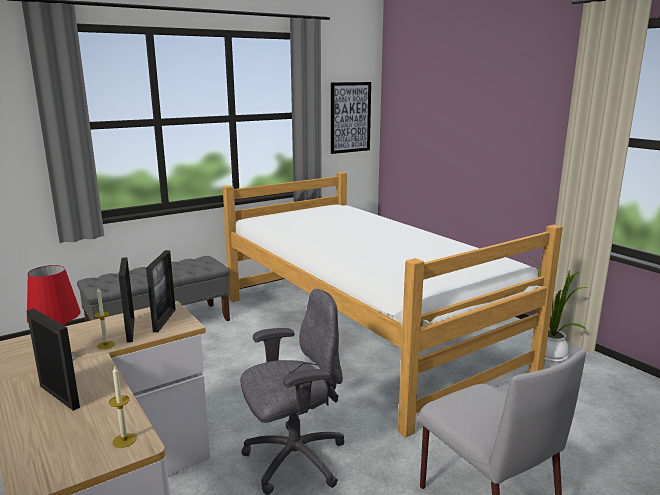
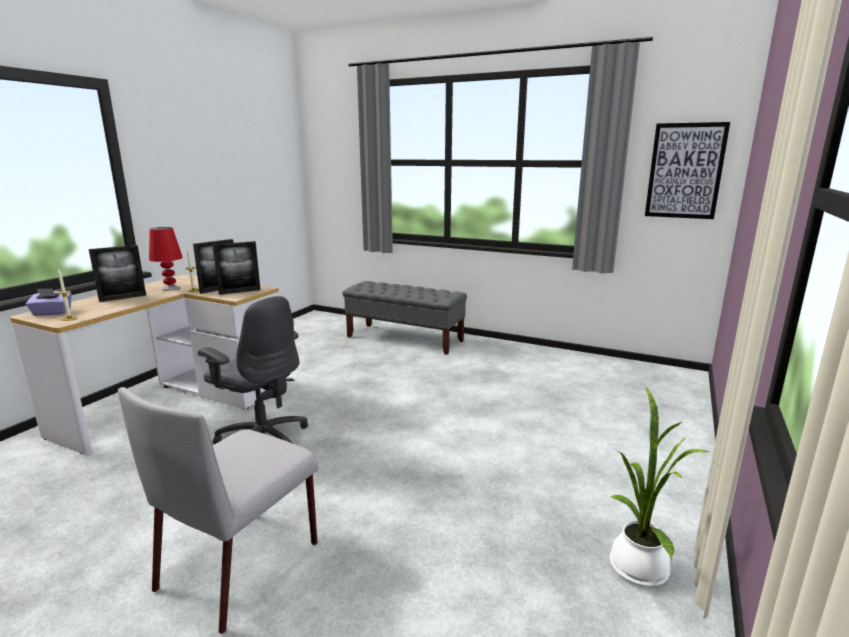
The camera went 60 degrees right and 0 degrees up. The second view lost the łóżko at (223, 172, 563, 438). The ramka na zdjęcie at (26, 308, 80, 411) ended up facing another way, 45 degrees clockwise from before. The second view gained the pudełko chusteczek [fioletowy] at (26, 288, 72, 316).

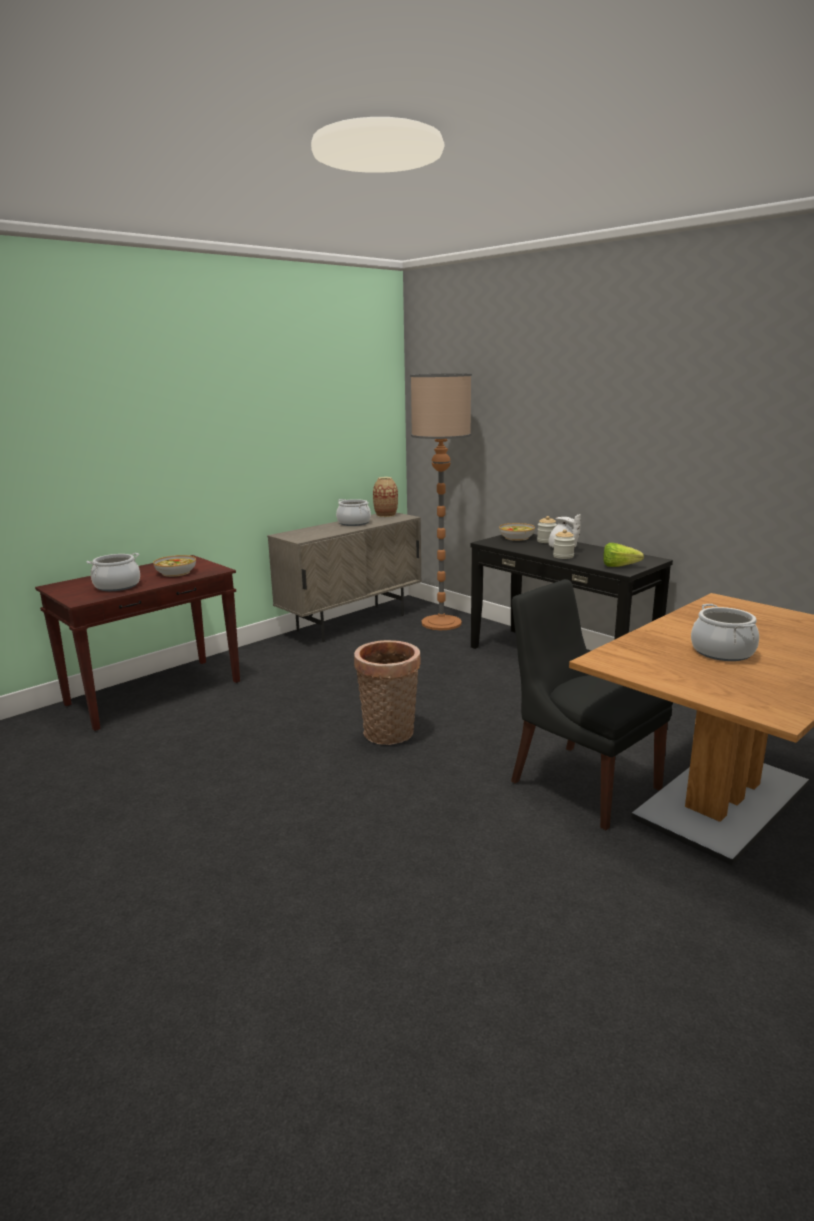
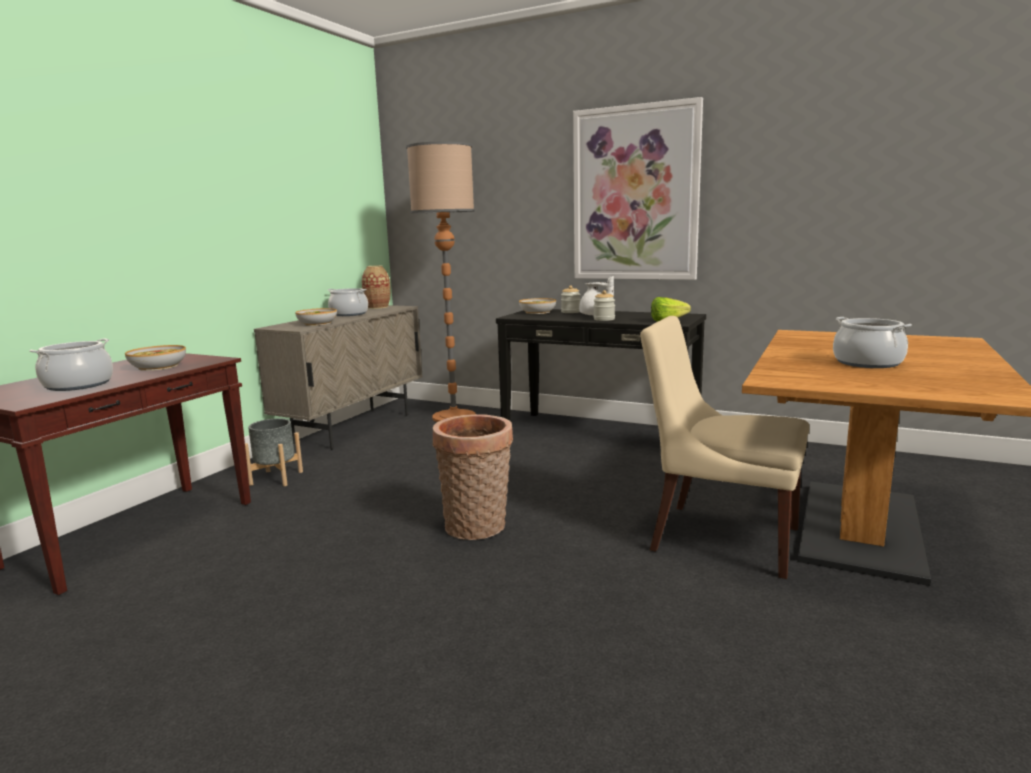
The camera went 20 degrees left and 5 degrees down. What was the krzesło [czarny] at (511, 579, 673, 830) turned into the krzesło [beżowy] at (640, 316, 809, 579). The second view gained the obraz at (573, 97, 703, 280). The second view gained the miska at (295, 308, 337, 326). The second view gained the donica [szary] at (245, 418, 303, 486).

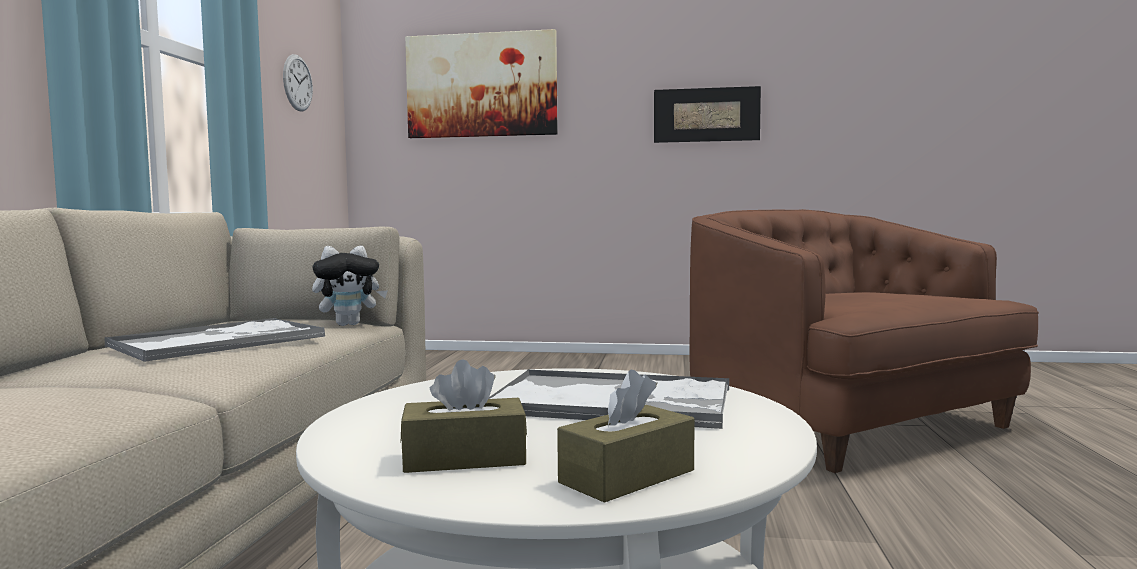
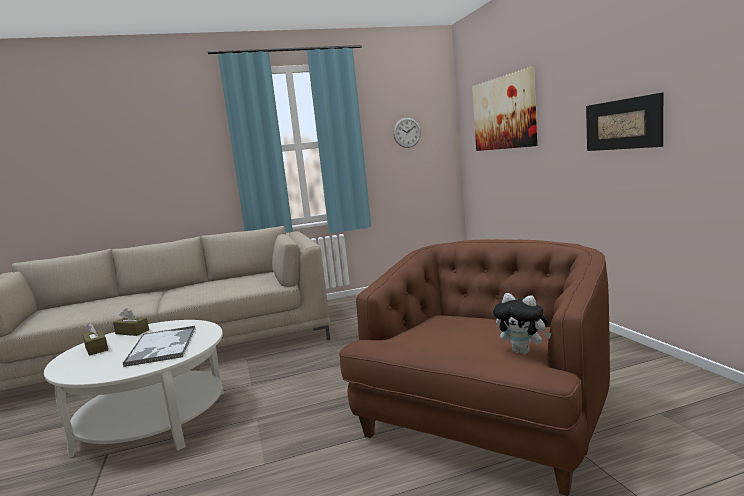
The camera went 65 degrees right and 5 degrees up. The pluszak ended up elsewhere, having gone from (312, 246, 388, 326) to (493, 293, 551, 354). The second view lost the taca at (105, 318, 325, 362). The pudełko chusteczek [brązowy] ended up elsewhere, having gone from (557, 370, 695, 503) to (113, 308, 149, 336).

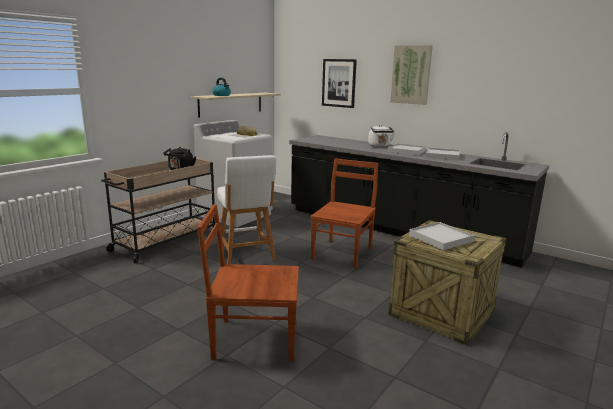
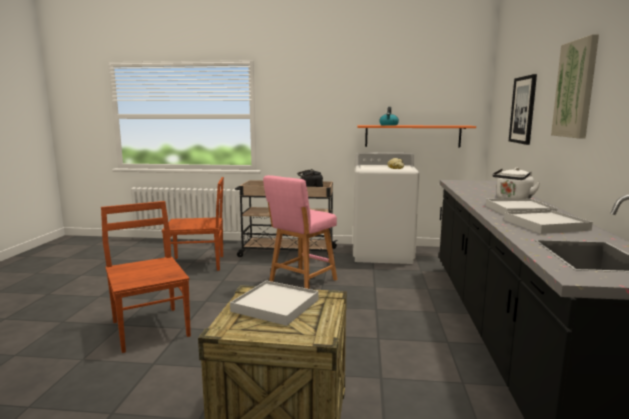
The camera went 60 degrees right and 5 degrees down. What was the półka [beżowy] at (191, 93, 281, 117) turned into the półka [pomarańczowy] at (357, 125, 476, 147). What was the stołek [biały] at (217, 155, 276, 264) turned into the stołek [różowy] at (263, 175, 337, 289). The krzesło [brązowy] ended up elsewhere, having gone from (310, 158, 378, 268) to (162, 177, 224, 271).

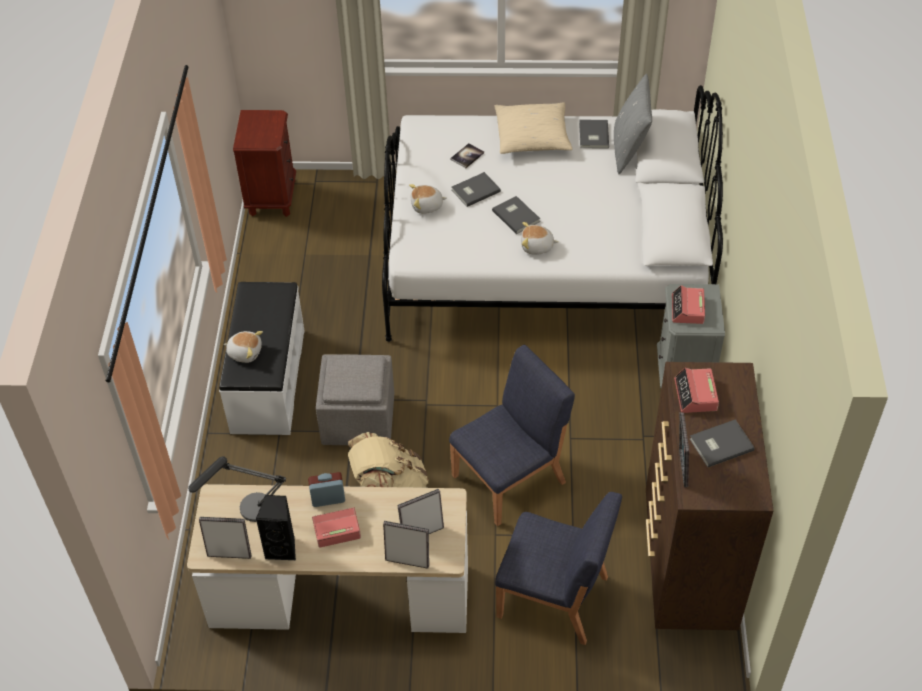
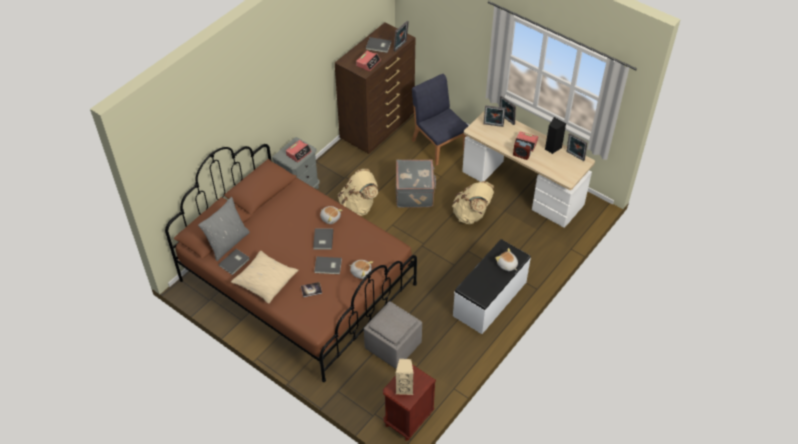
The camera went 145 degrees left and 0 degrees up. What was the łóżko [biały] at (382, 85, 723, 342) turned into the łóżko [brązowy] at (165, 144, 417, 382). Where the krzesło [niebieski] stood at (449, 344, 575, 526), the walizka [szary] came to stand at (396, 160, 436, 208). The pufa [szary] ended up elsewhere, having gone from (316, 354, 394, 445) to (364, 302, 422, 369). The second view lost the lampa stołowa at (188, 456, 286, 522). The second view gained the plecak [beżowy] at (338, 169, 378, 216). The second view gained the głośnik [beżowy] at (396, 359, 414, 395).

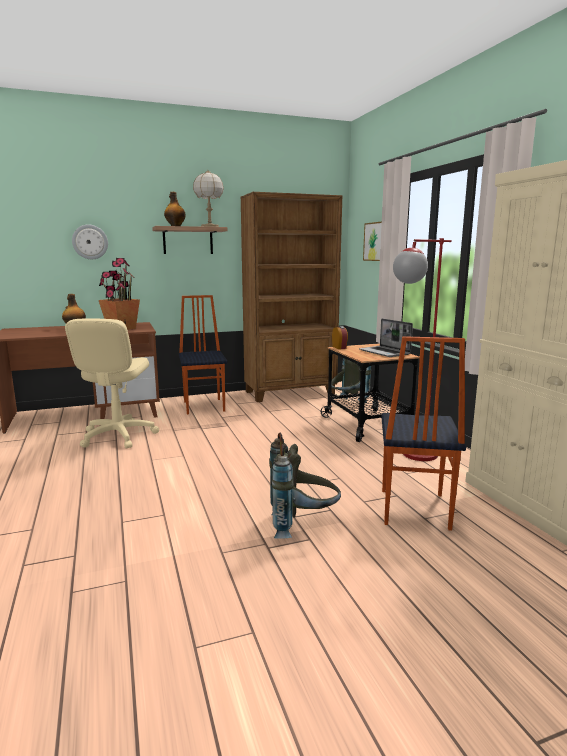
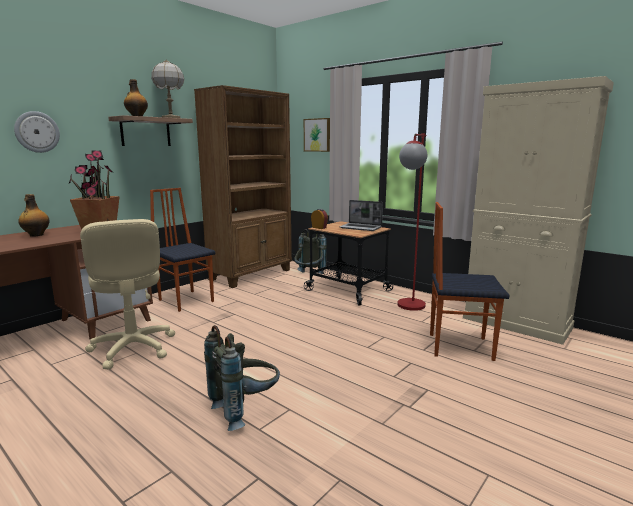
The camera went 30 degrees left and 0 degrees up. The krzesło at (381, 336, 466, 531) ended up facing another way, 120 degrees clockwise from before. The plecak [szary] ended up elsewhere, having gone from (269, 433, 341, 539) to (204, 325, 280, 431).

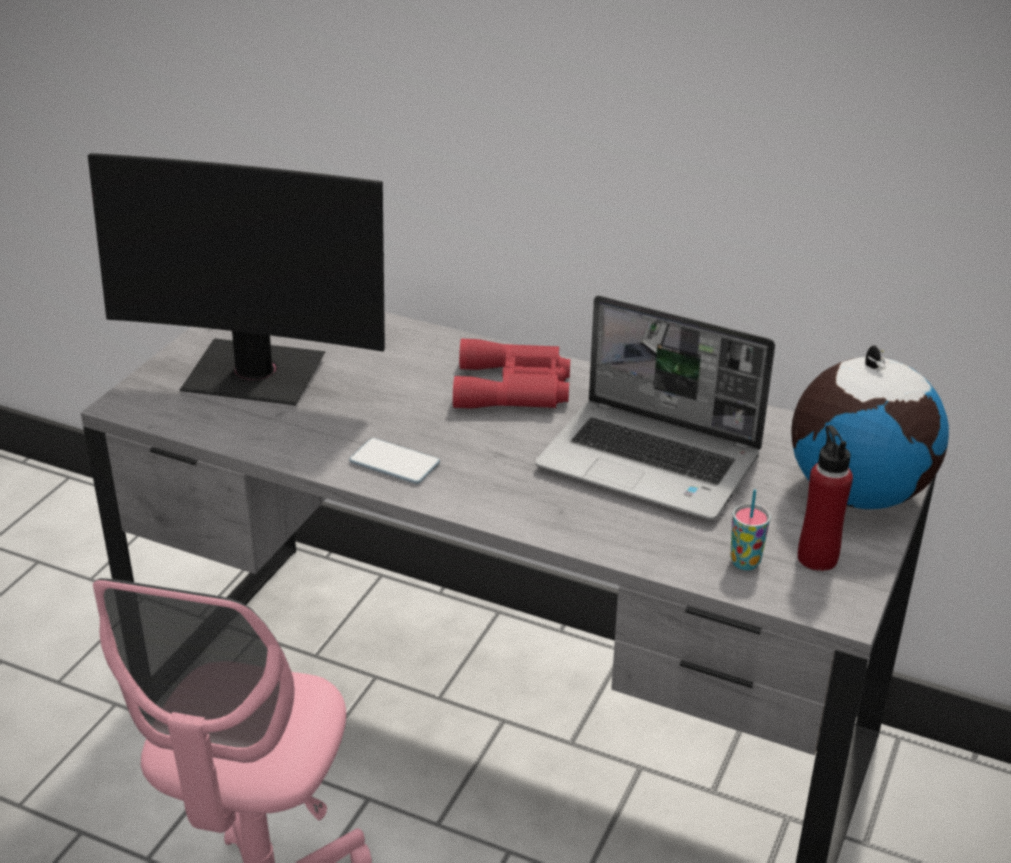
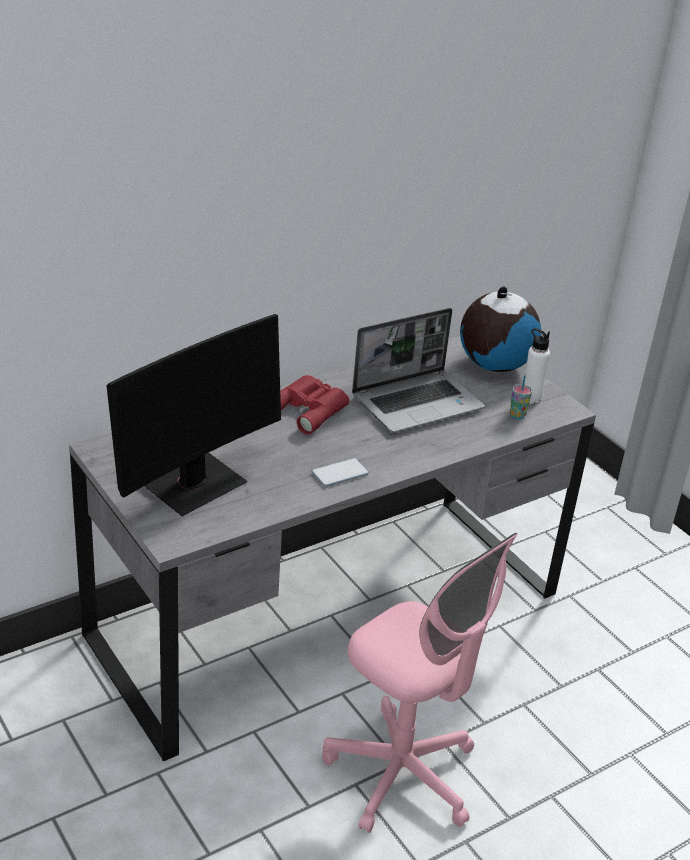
The camera went 60 degrees left and 0 degrees up. What was the butelka [czerwony] at (798, 425, 853, 571) turned into the butelka [biały] at (524, 328, 550, 404).

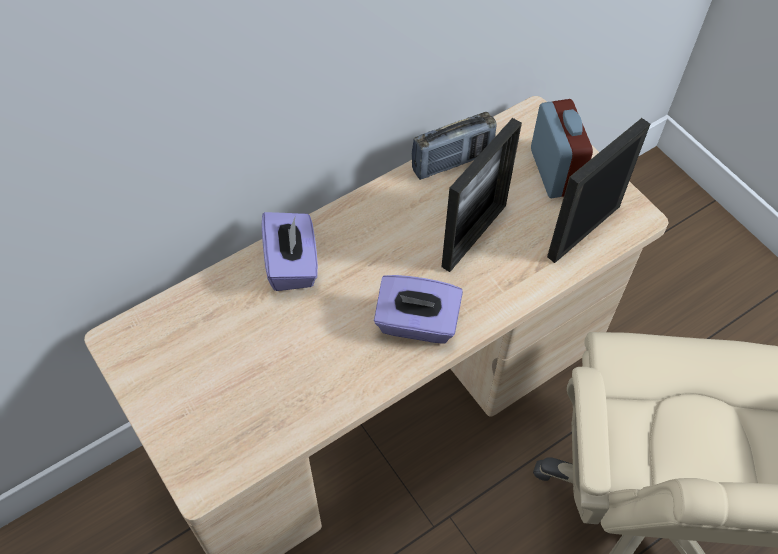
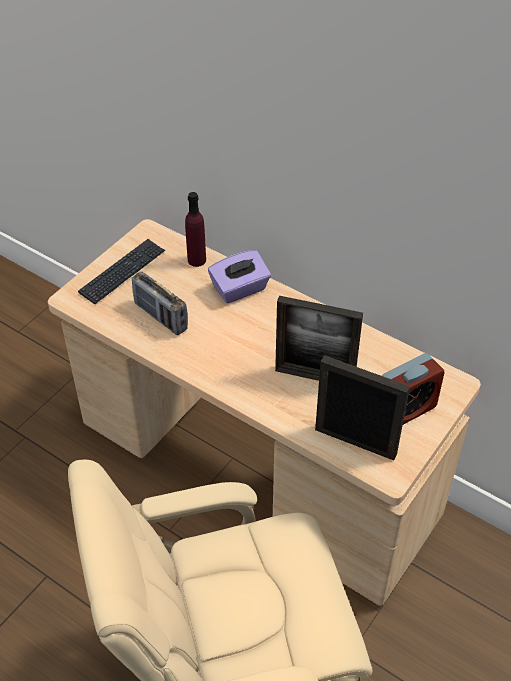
The camera went 70 degrees right and 10 degrees down. The radio ended up elsewhere, having gone from (412, 112, 497, 180) to (132, 272, 188, 335). The second view lost the pudełko chusteczek [fioletowy] at (374, 275, 463, 344). The second view gained the butelka [fioletowy] at (185, 192, 206, 267). The second view gained the klawiatura at (78, 239, 165, 304).

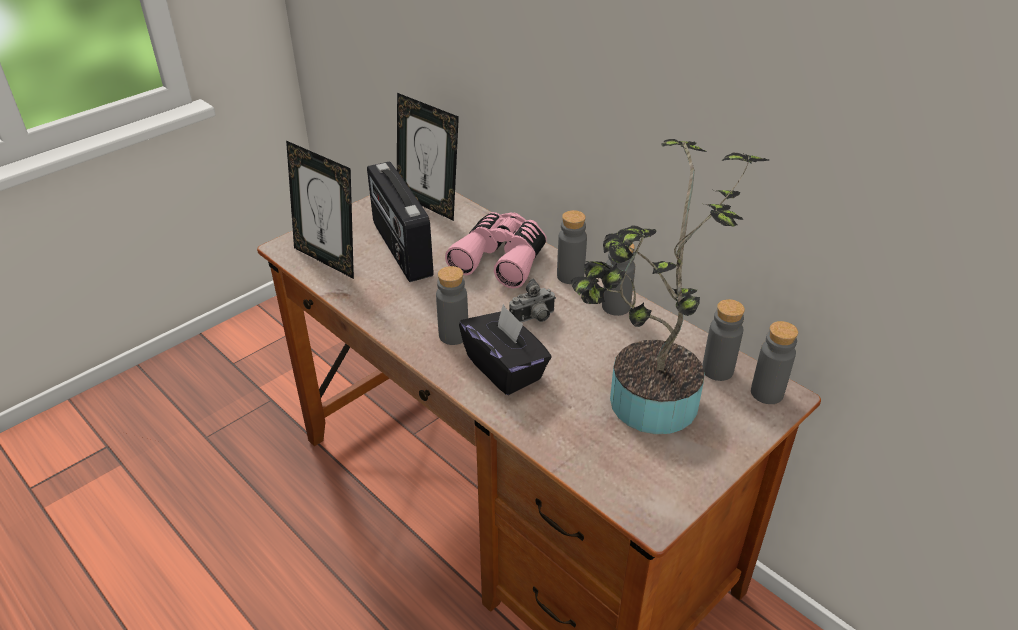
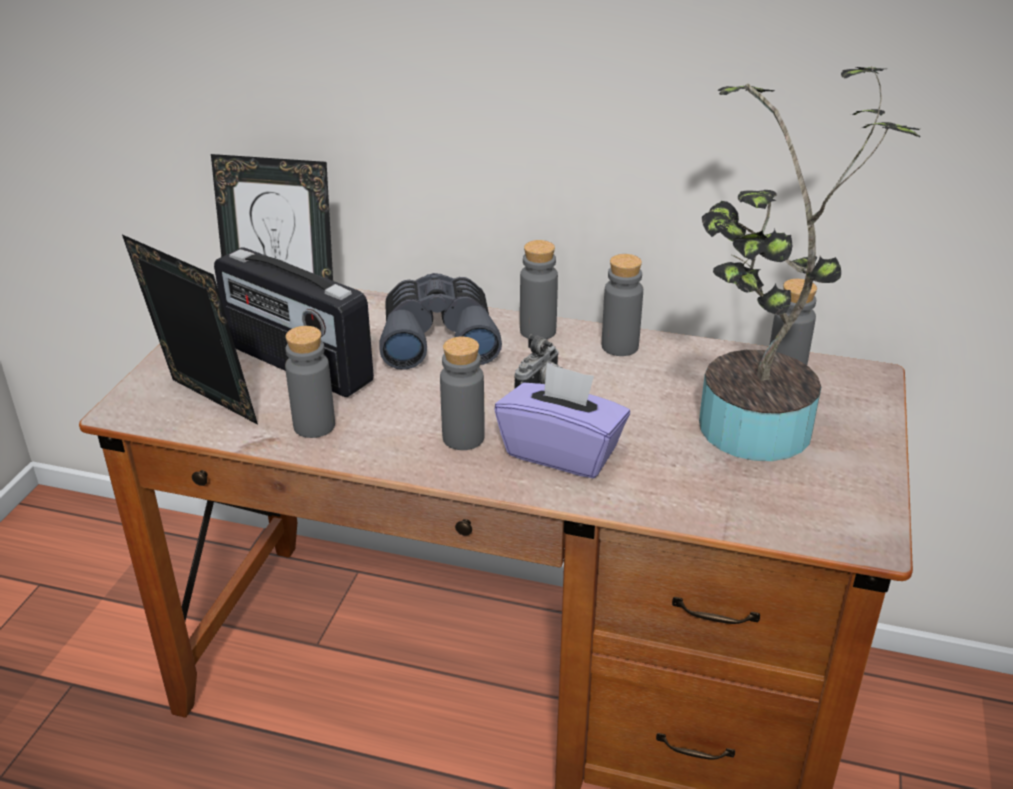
The camera went 30 degrees left and 5 degrees down. The ramka na zdjęcie at (286, 141, 354, 279) ended up facing another way, 150 degrees counterclockwise from before. What was the lornetka [różowy] at (445, 212, 547, 288) turned into the lornetka [szary] at (379, 273, 502, 370). What was the pudełko chusteczek [czarny] at (459, 304, 552, 395) turned into the pudełko chusteczek [fioletowy] at (495, 363, 630, 478). The butelka [szary] ended up elsewhere, having gone from (751, 321, 798, 404) to (285, 326, 335, 438).

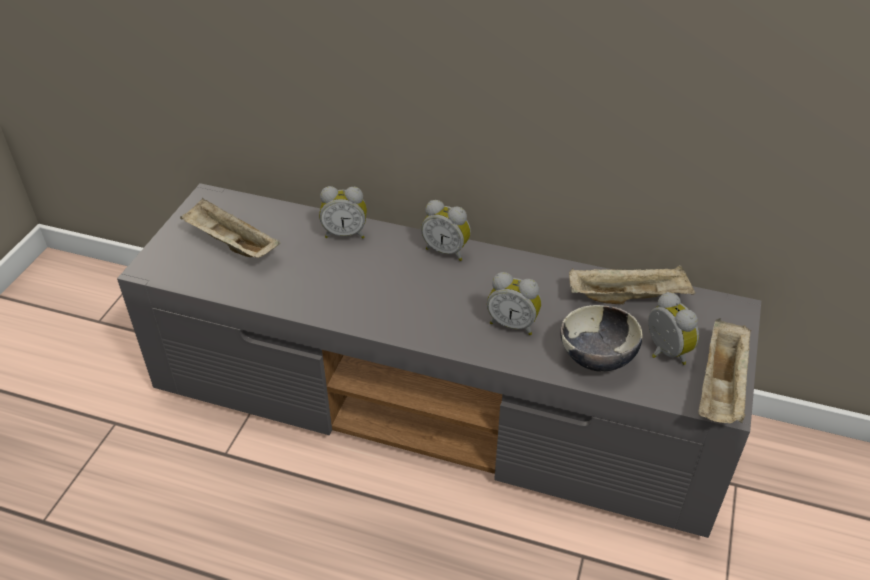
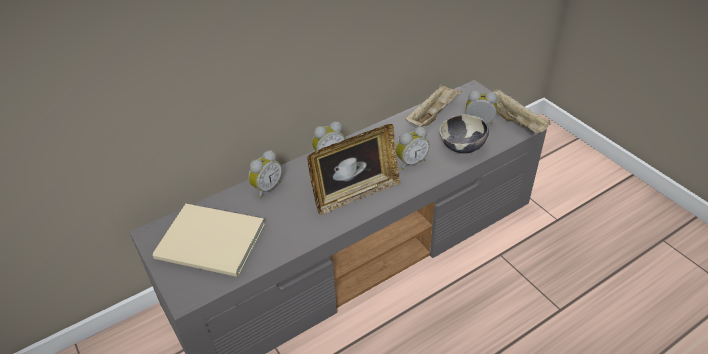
The camera went 50 degrees left and 0 degrees up. Where the taca [beżowy] stood at (180, 198, 280, 258), the książka [beżowy] came to stand at (153, 204, 265, 277). The second view gained the ramka na zdjęcie at (307, 124, 400, 215).

